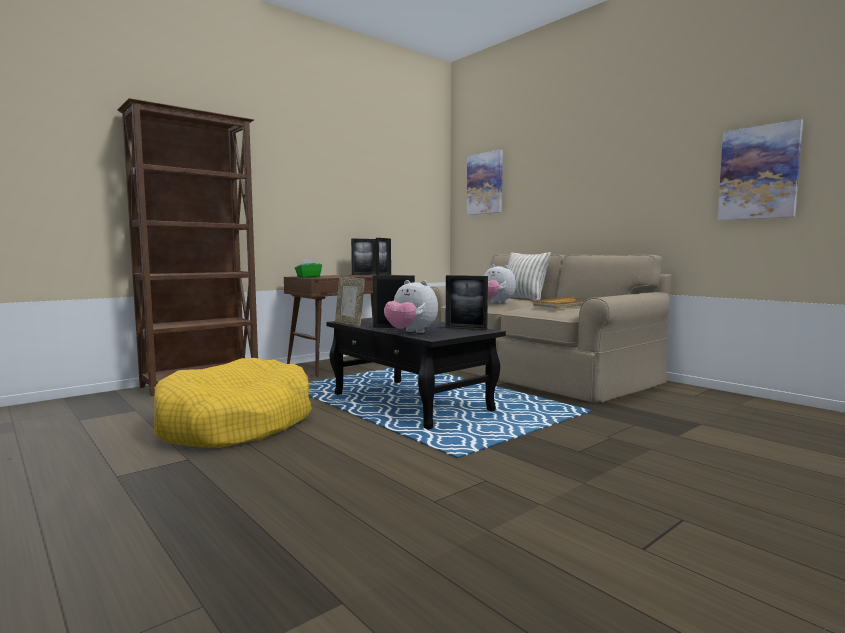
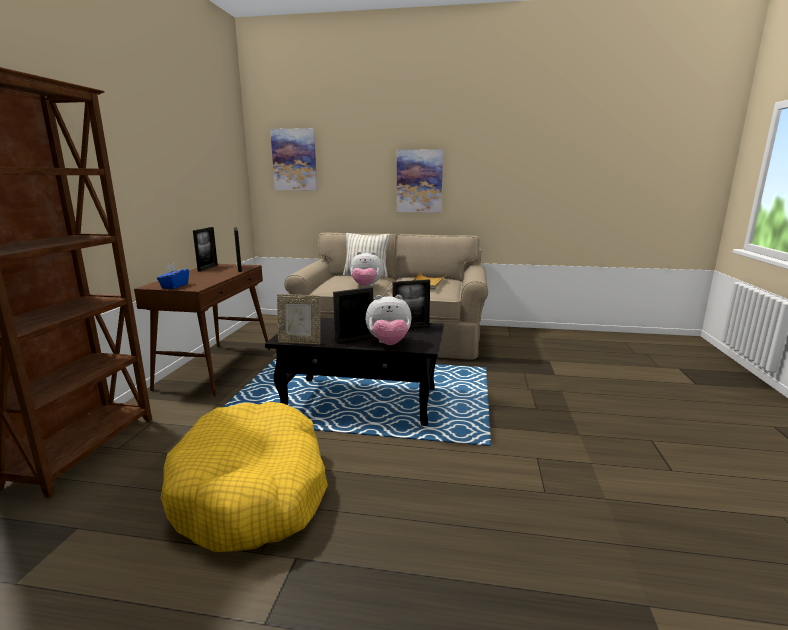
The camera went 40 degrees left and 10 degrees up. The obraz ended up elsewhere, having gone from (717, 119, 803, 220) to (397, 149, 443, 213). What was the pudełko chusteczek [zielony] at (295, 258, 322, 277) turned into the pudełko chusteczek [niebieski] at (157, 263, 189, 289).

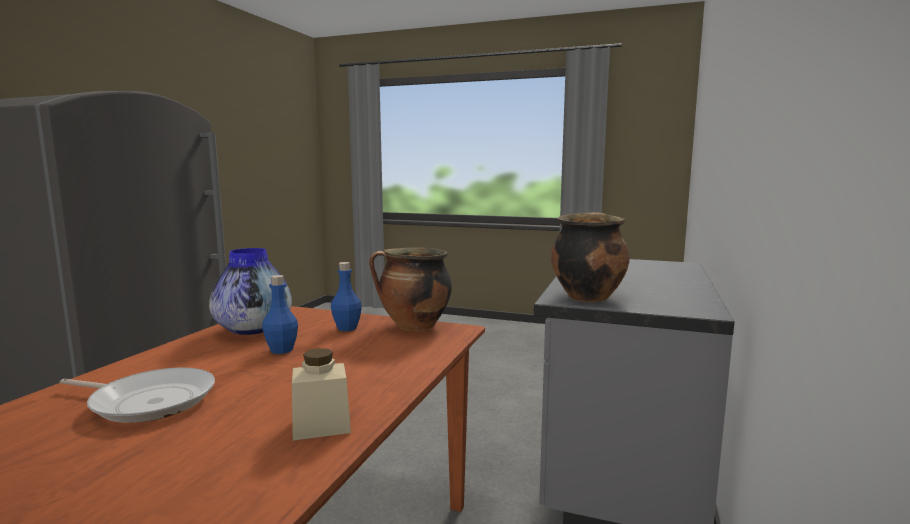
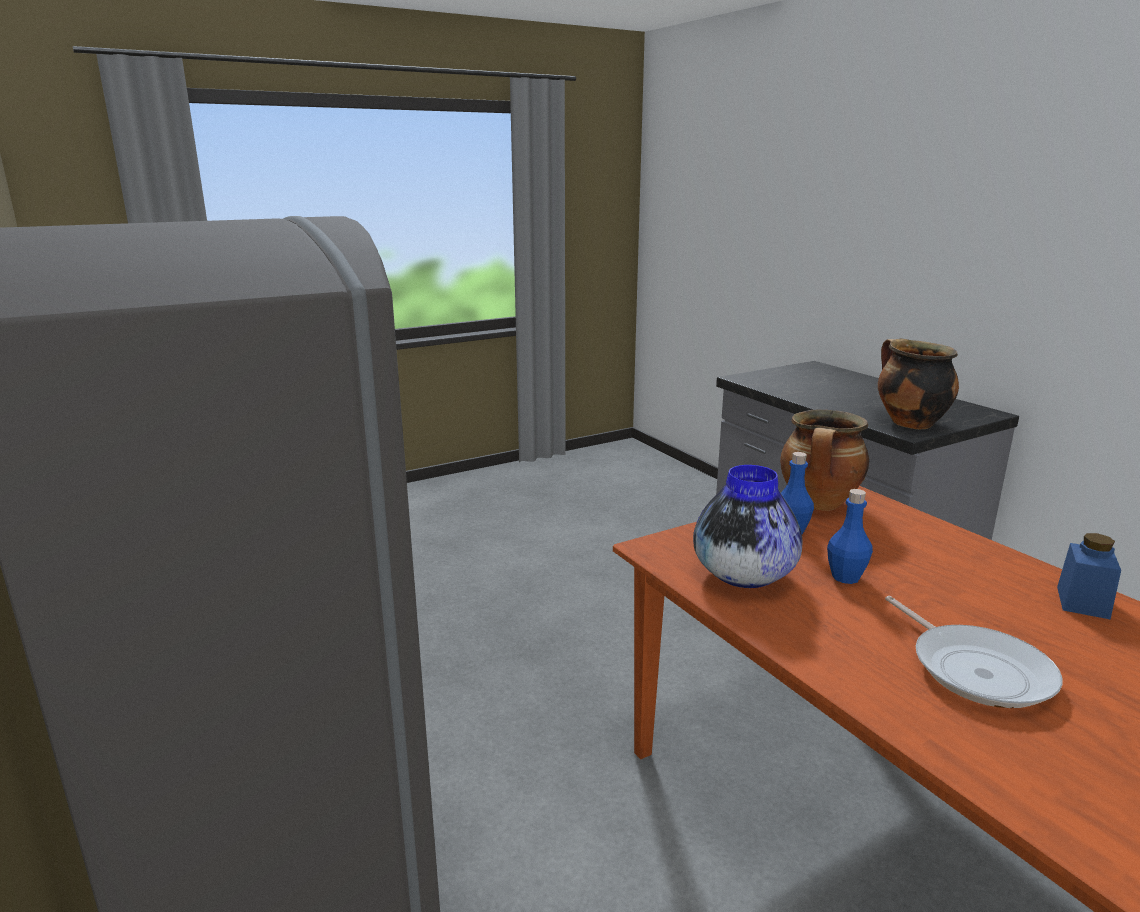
The camera went 50 degrees left and 10 degrees up. What was the słoik [beżowy] at (292, 348, 351, 441) turned into the słoik [niebieski] at (1057, 533, 1121, 620). The patelnia at (60, 368, 215, 423) ended up facing another way, 105 degrees clockwise from before.

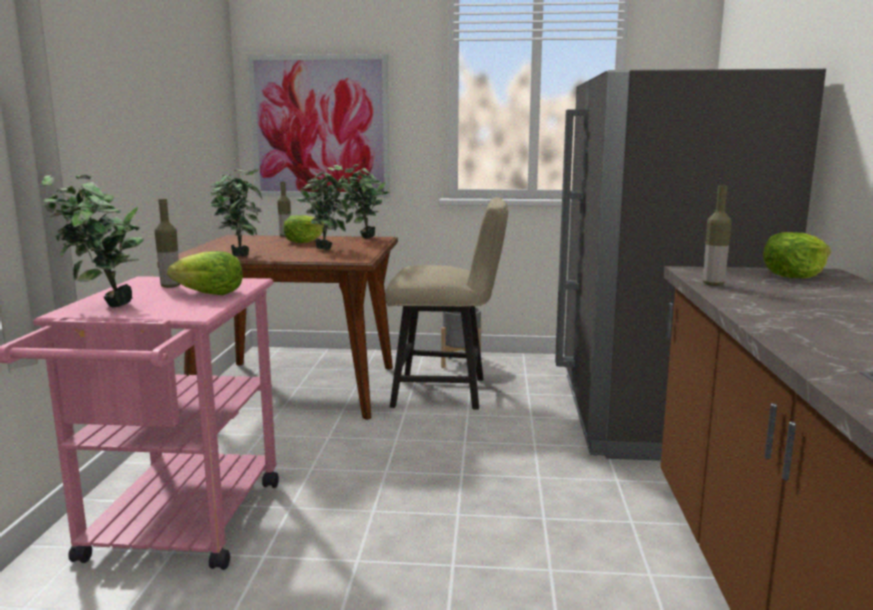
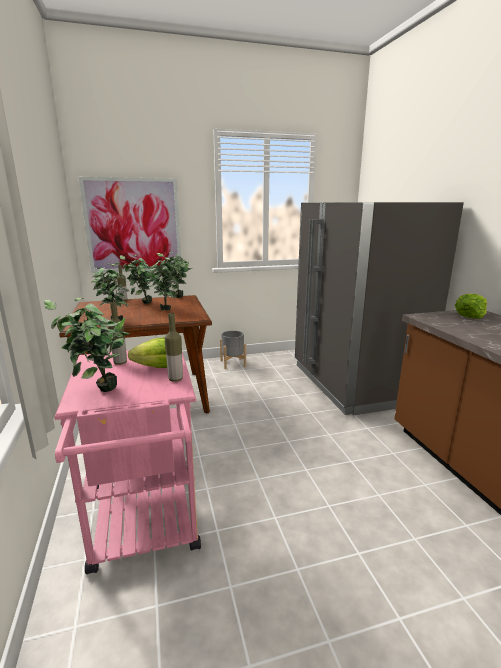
The camera went 20 degrees left and 5 degrees up. The butelka ended up elsewhere, having gone from (703, 185, 732, 286) to (165, 313, 183, 382). The second view lost the krzesło [beżowy] at (385, 197, 508, 410). Where the sałata stood at (283, 215, 324, 243), the roślina doniczkowa came to stand at (120, 255, 156, 304).

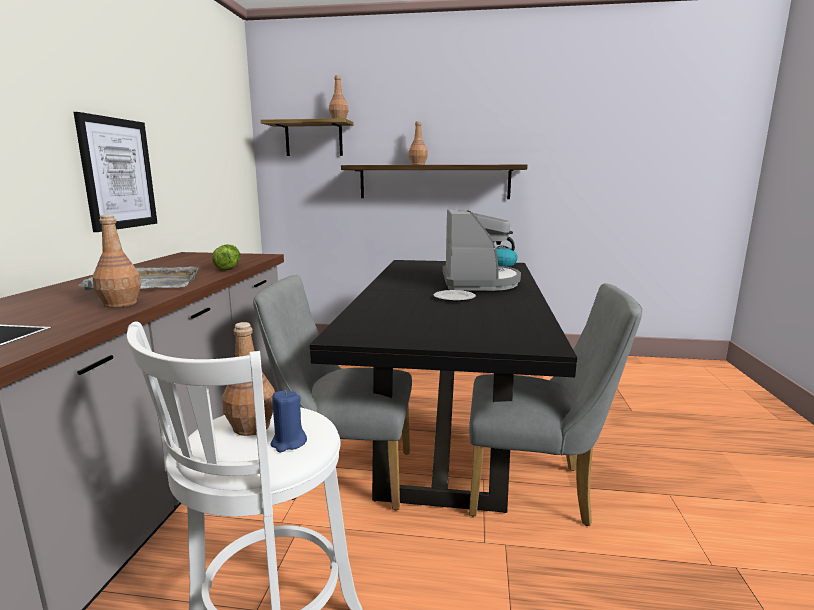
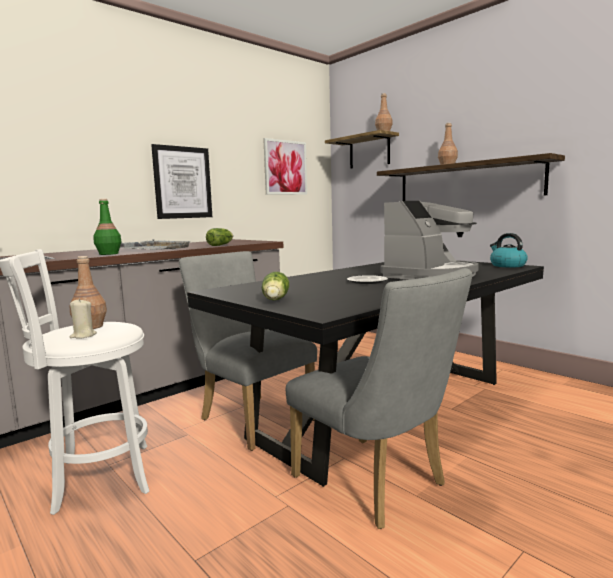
The camera went 40 degrees right and 5 degrees down. What was the butelka [brązowy] at (93, 215, 141, 308) turned into the butelka [zielony] at (93, 199, 121, 255). What was the świeca [niebieski] at (270, 390, 307, 452) turned into the świeca [beżowy] at (69, 298, 97, 339). The second view gained the obraz at (263, 138, 307, 195). The second view gained the sałata at (262, 272, 289, 300).

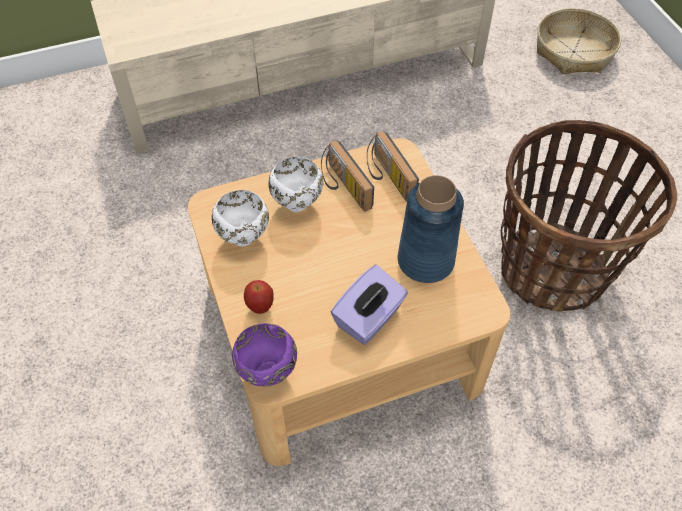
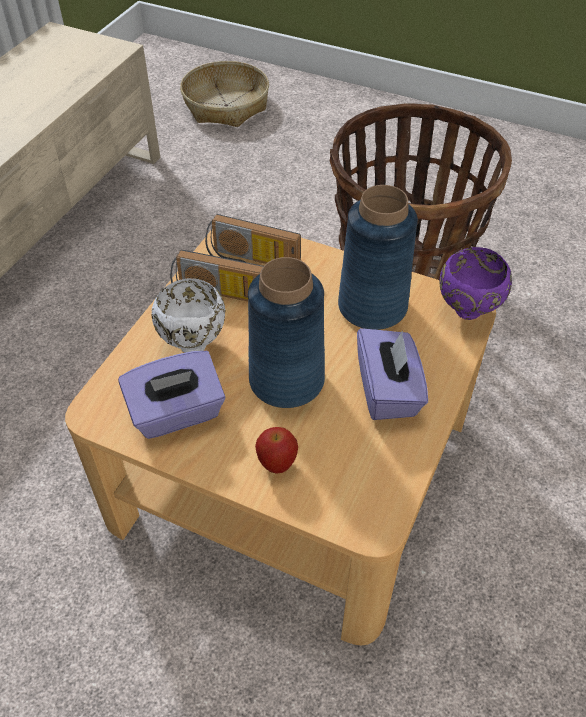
The camera went 45 degrees left and 5 degrees down. Where the miska [biały] stood at (212, 190, 269, 247), the pudełko chusteczek [fioletowy] came to stand at (118, 351, 225, 439). The miska [fioletowy] ended up elsewhere, having gone from (232, 323, 297, 387) to (439, 247, 512, 320). The second view gained the wazon [niebieski] at (248, 257, 325, 408).

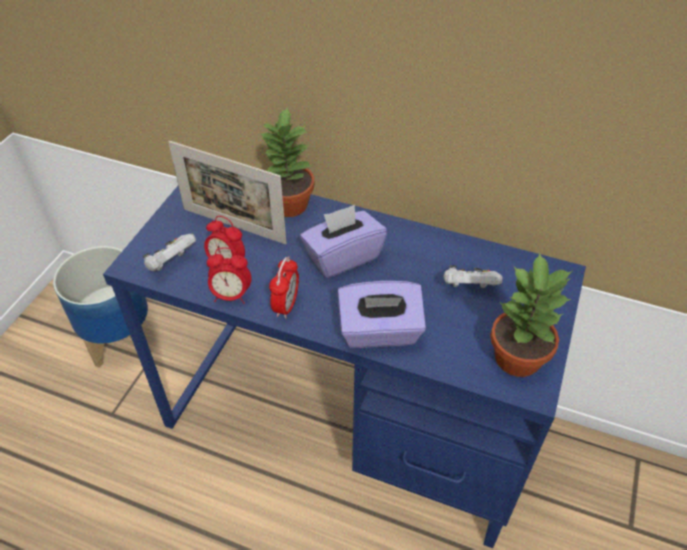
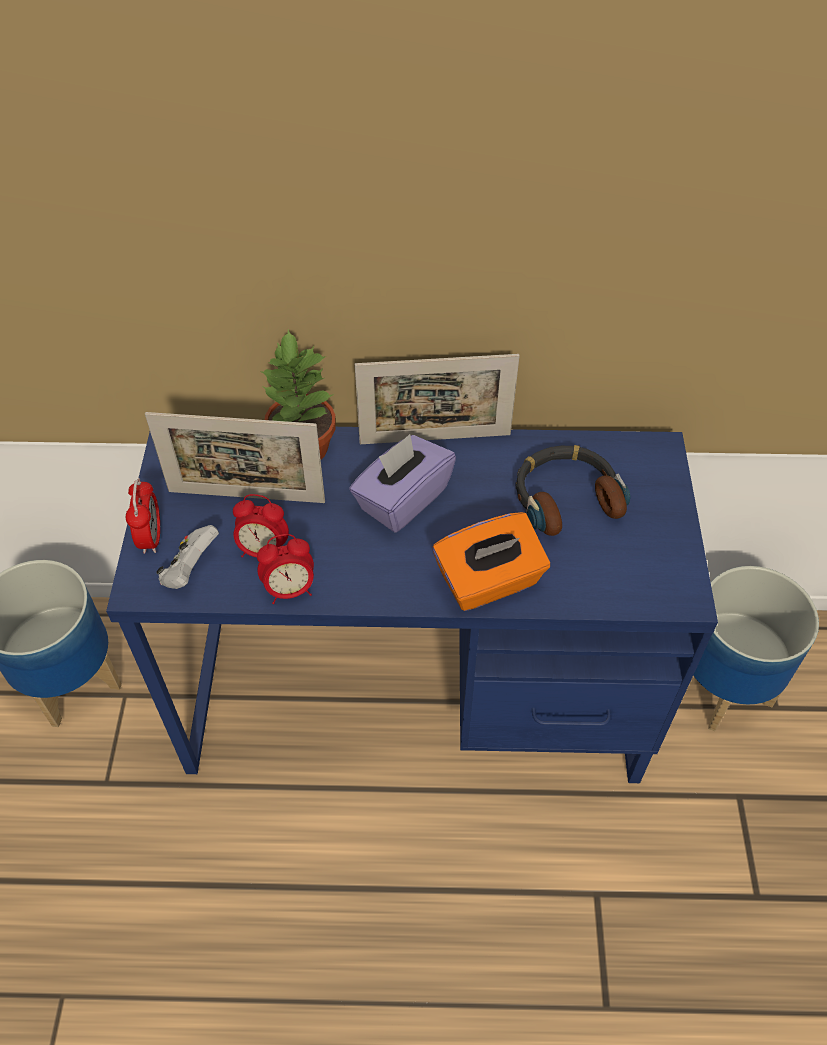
The camera went 20 degrees left and 5 degrees up. The second view lost the roślina doniczkowa at (490, 253, 572, 377). The budzik ended up elsewhere, having gone from (269, 257, 299, 319) to (126, 478, 160, 554). Where the pad do gier [biały] stood at (444, 265, 502, 288), the słuchawki came to stand at (516, 445, 630, 536). What was the pudełko chusteczek [fioletowy] at (338, 281, 426, 348) turned into the pudełko chusteczek [pomarańczowy] at (433, 512, 550, 611). The second view gained the ramka na zdjęcie at (355, 354, 520, 444). The second view gained the donica at (693, 566, 819, 731).

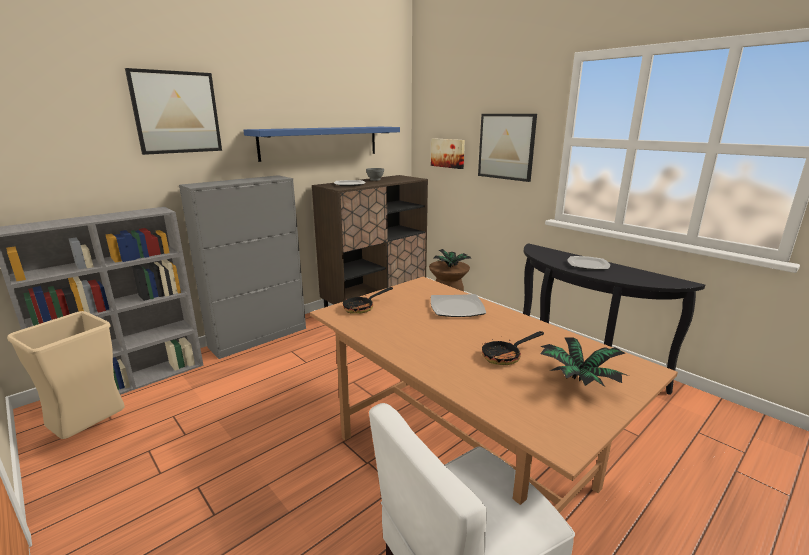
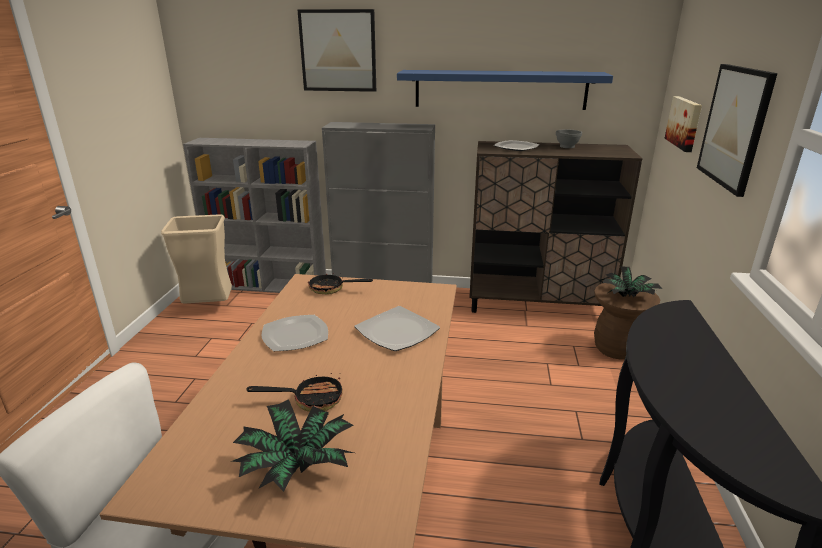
The camera went 50 degrees right and 5 degrees up. The talerz ended up elsewhere, having gone from (567, 256, 610, 270) to (262, 315, 328, 351). The patelnia at (482, 331, 544, 365) ended up facing another way, 150 degrees clockwise from before.

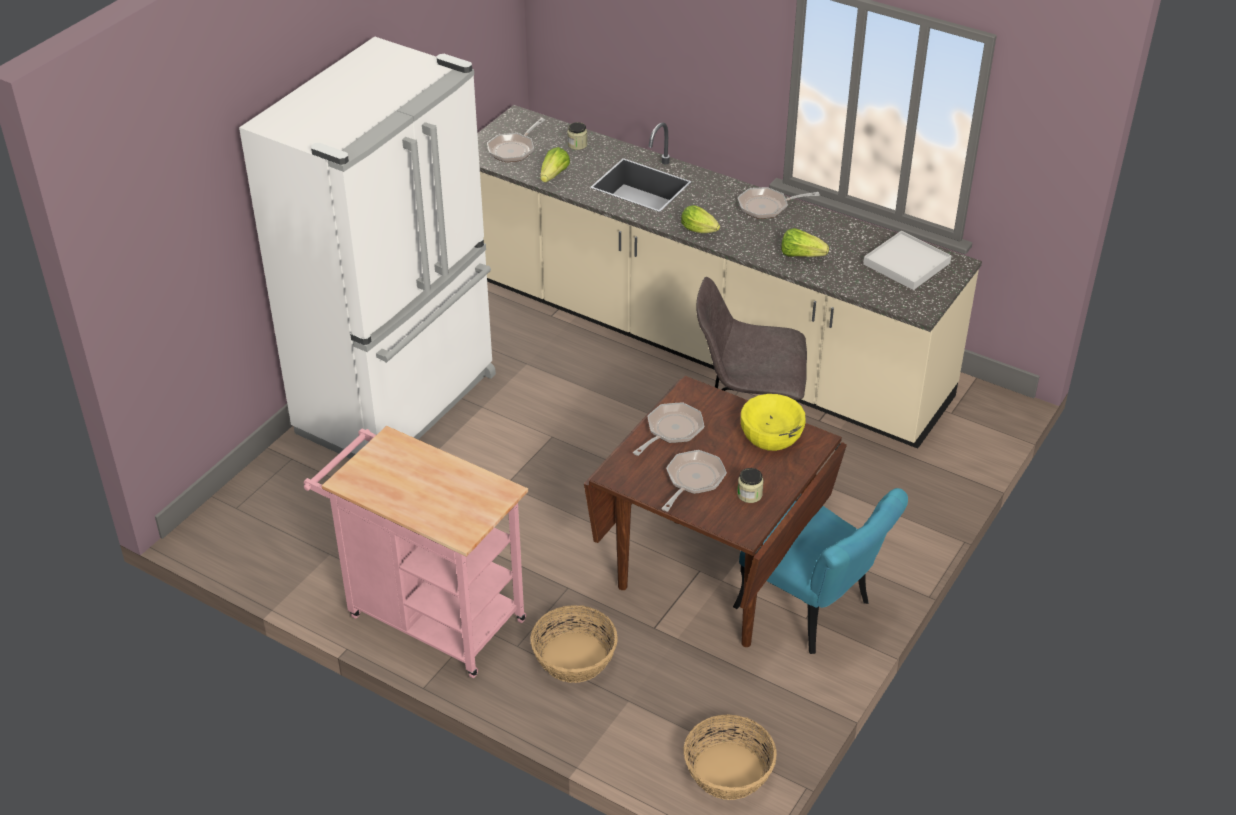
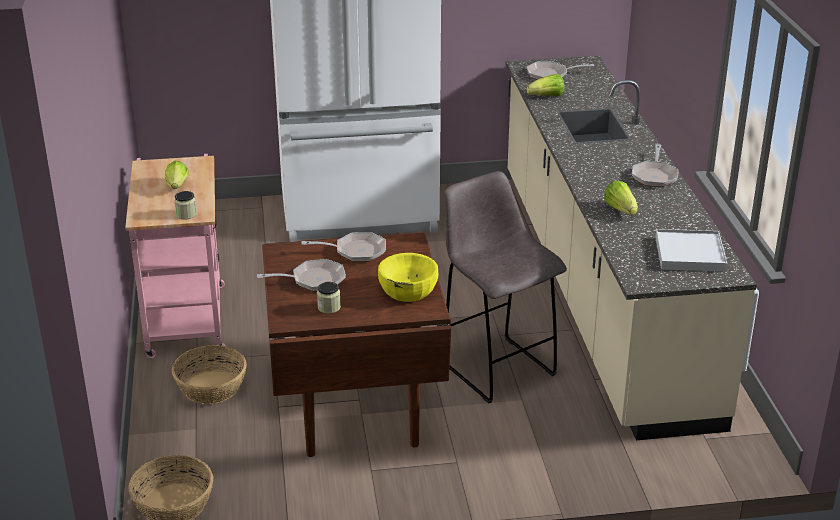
The camera went 50 degrees right and 10 degrees down. The słoik ended up elsewhere, having gone from (567, 122, 587, 150) to (174, 191, 197, 219). The patelnia at (738, 187, 820, 219) ended up facing another way, 120 degrees counterclockwise from before. The sałata ended up elsewhere, having gone from (681, 205, 720, 233) to (165, 161, 189, 189). The second view lost the krzesło [turkusowy] at (733, 488, 908, 654).

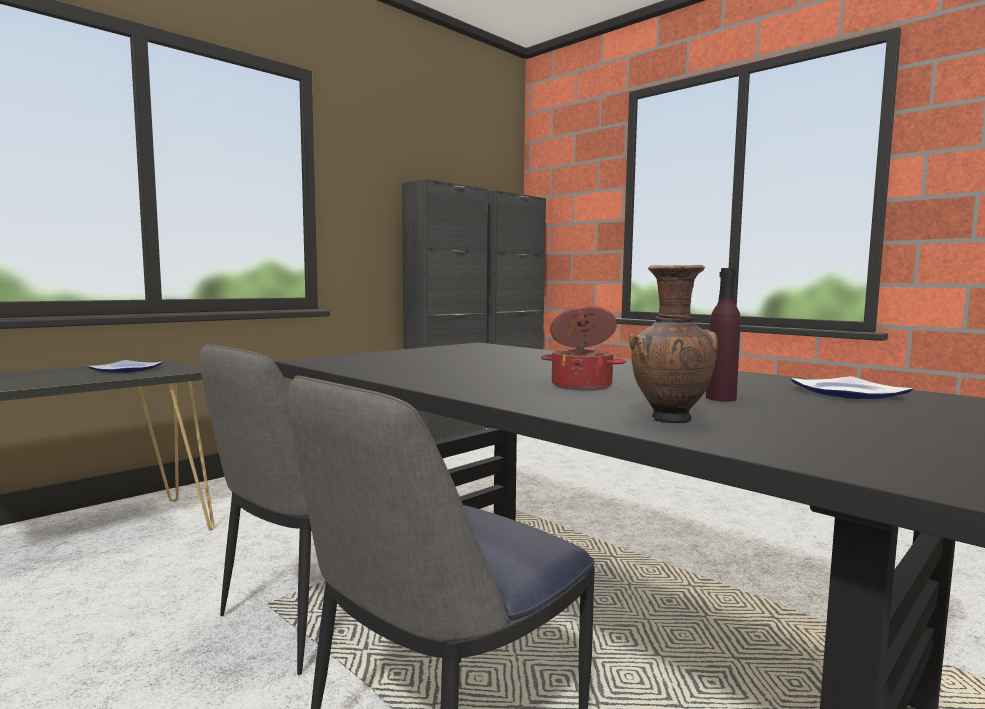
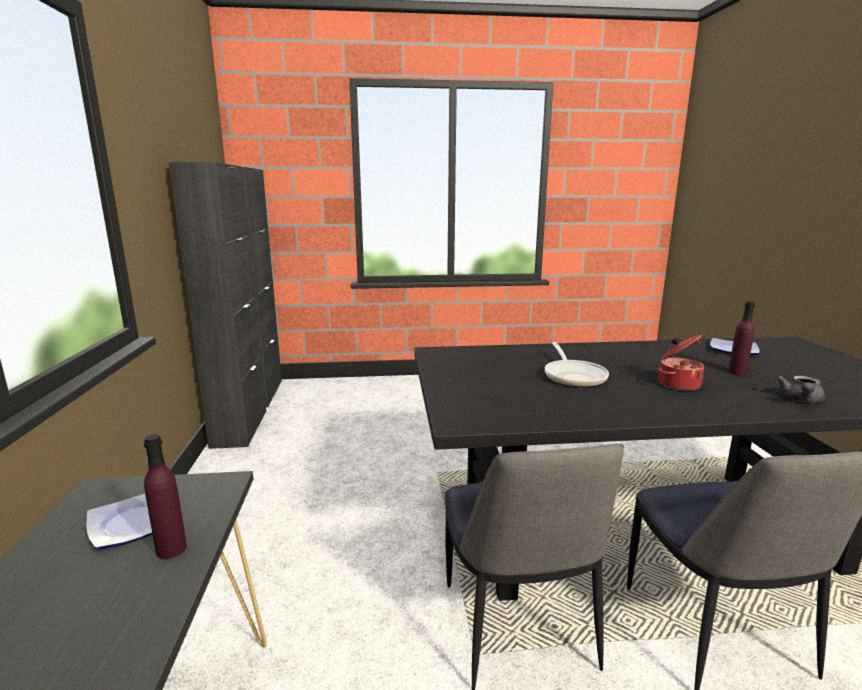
The camera went 50 degrees left and 10 degrees up. Where the wazon [brązowy] stood at (629, 265, 718, 423), the imbryk [szary] came to stand at (777, 376, 825, 403). The second view gained the patelnia at (545, 342, 609, 387). The second view gained the butelka [fioletowy] at (144, 434, 187, 559).

